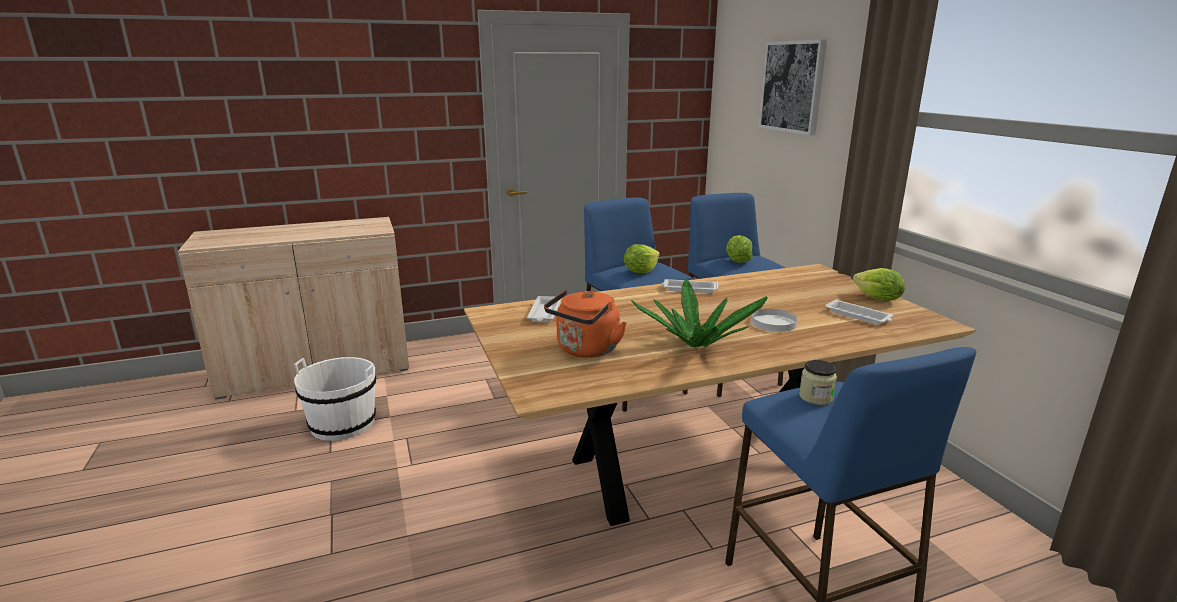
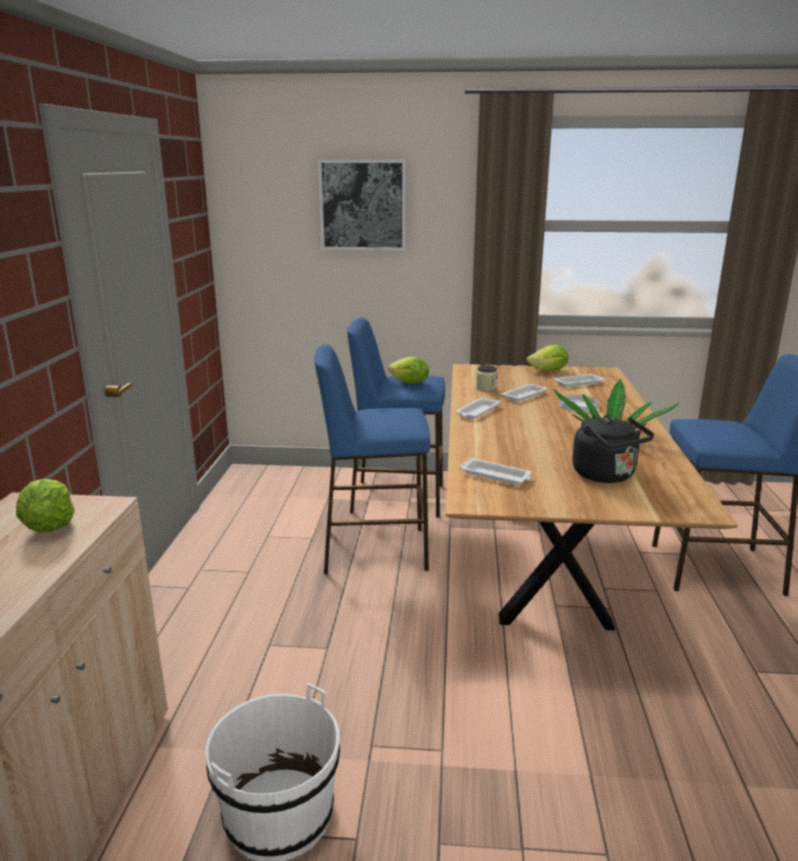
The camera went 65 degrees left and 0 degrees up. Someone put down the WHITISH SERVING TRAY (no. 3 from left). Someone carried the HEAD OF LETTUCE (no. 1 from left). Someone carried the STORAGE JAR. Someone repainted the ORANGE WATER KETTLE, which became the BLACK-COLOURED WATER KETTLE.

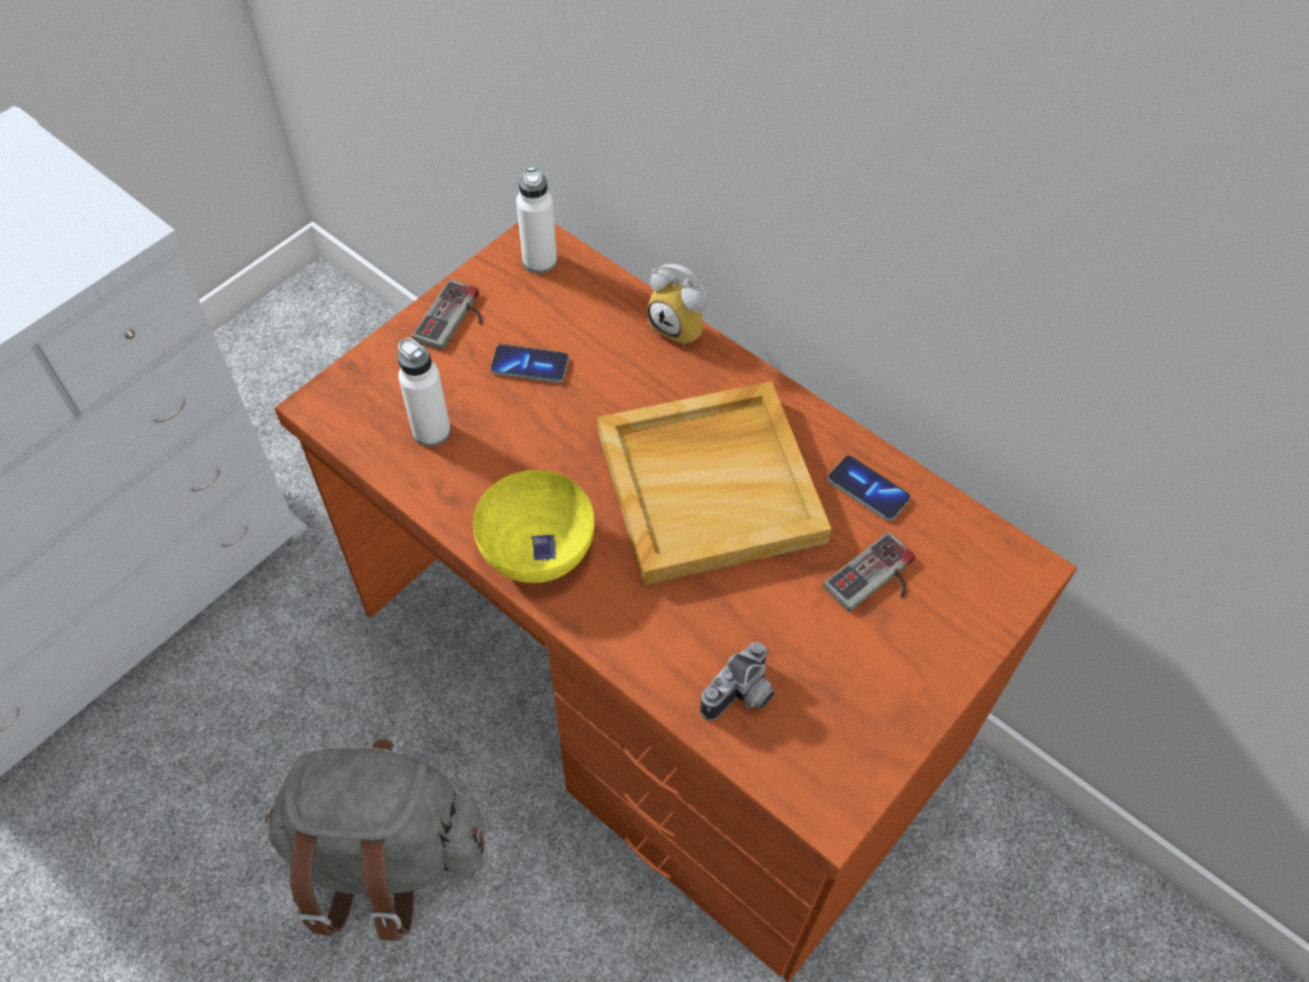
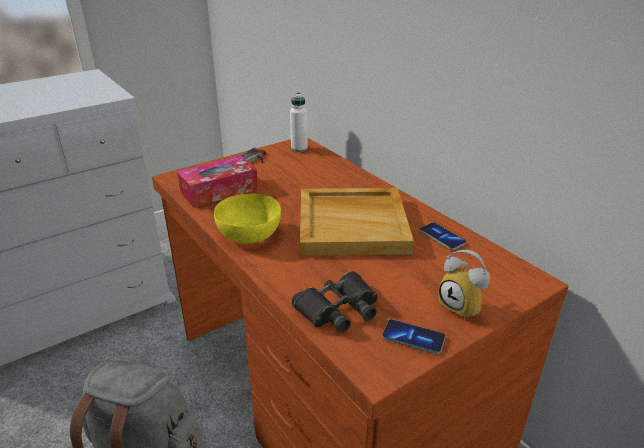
The camera went 15 degrees right and 25 degrees down. Someone took away the JOYPAD (no. 2 from left). Someone carried the TELEPHONE (no. 1 from left). Someone carried the BEDSIDE CLOCK. Someone swapped the WHITISH BOTTLE (no. 1 from left) for the TISSUE BOX. Someone swapped the PHOTO CAMERA for the BLACK-COLOURED BINOCULARS.

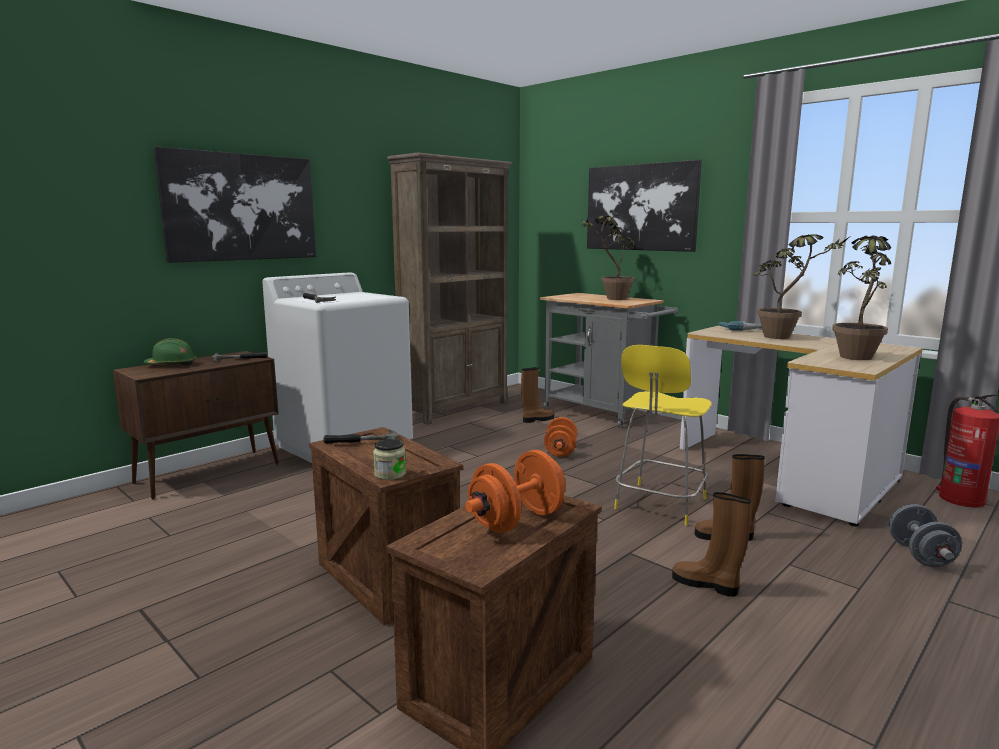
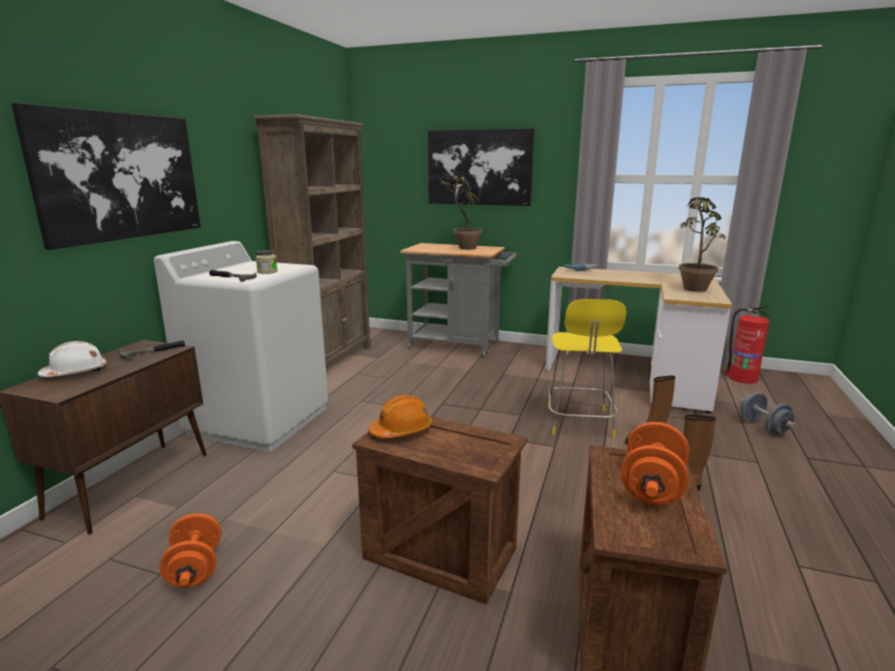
The camera went 25 degrees left and 5 degrees up. Someone took away the BROWNISH TALL BOOT (no. 1 from left). Someone took away the POTTED PLANT (no. 2 from left). Someone carried the STORAGE JAR. Someone carried the ORANGE DUMBBELL (no. 2 from left in the first image). Someone swapped the HAND HAMMER (no. 3 from left) for the ORANGE HARD HAT. Someone repainted the GREEN-COLOURED HARD HAT, which became the WHITISH HARD HAT.

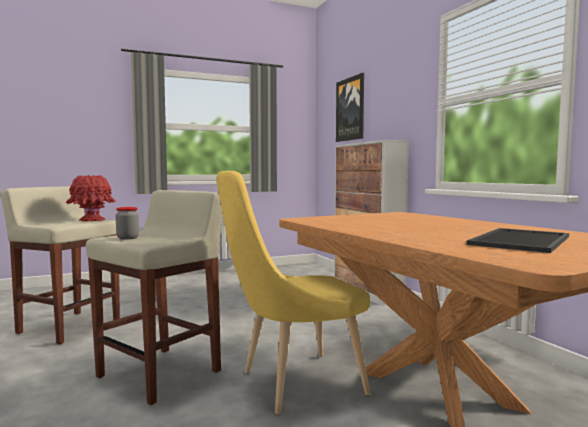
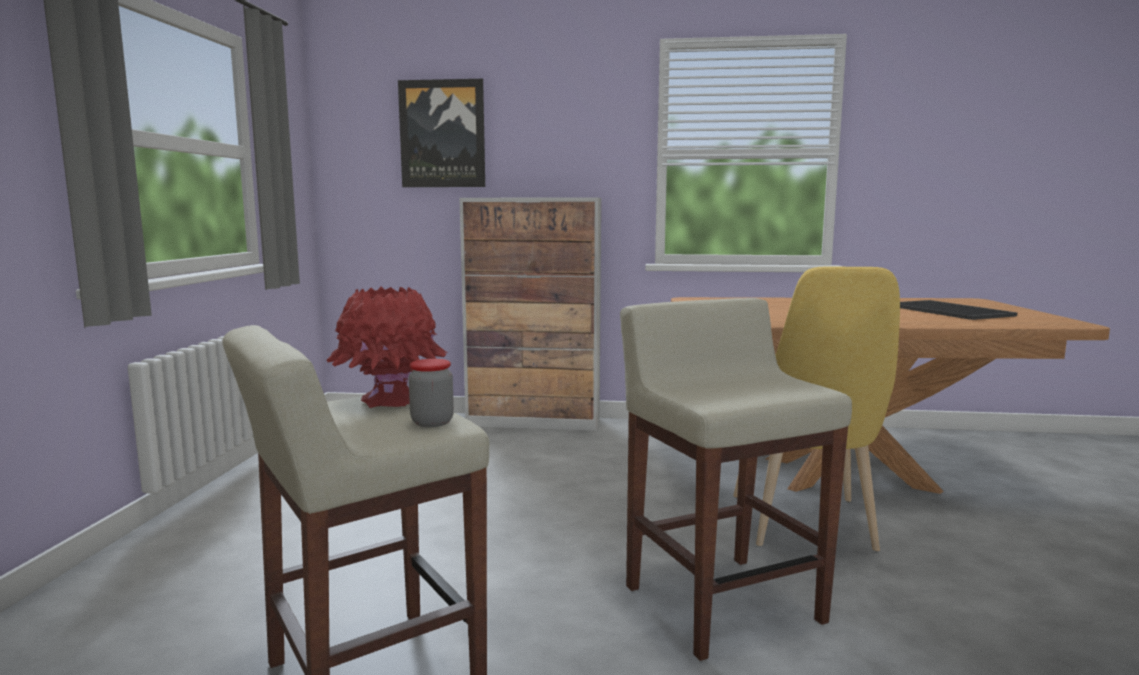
The camera went 60 degrees left and 5 degrees up. Someone carried the STORAGE JAR.

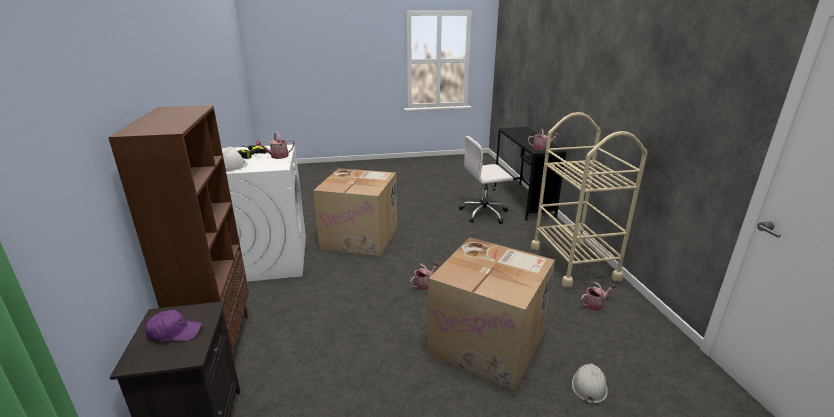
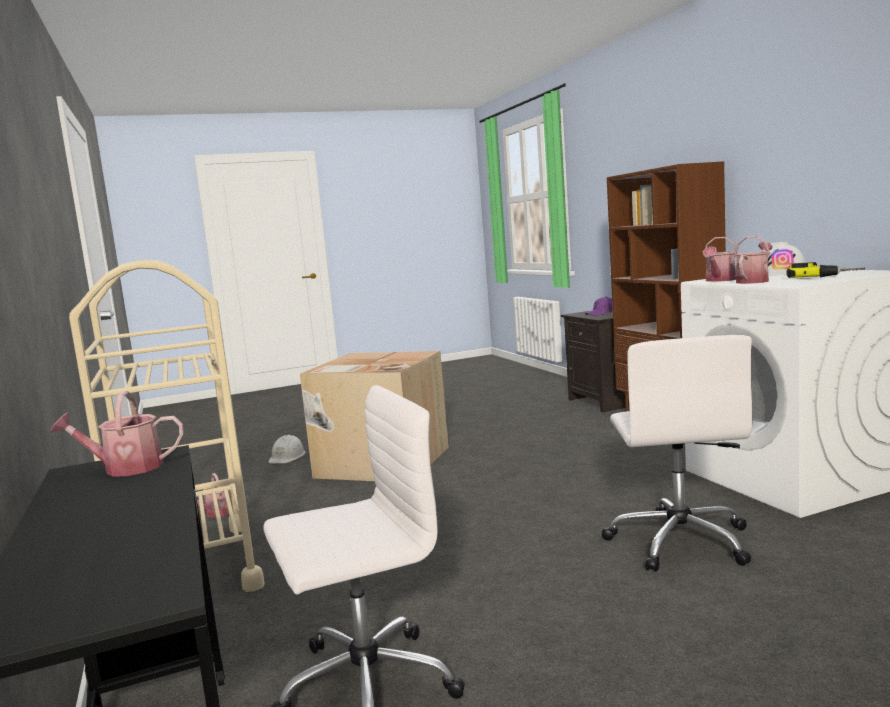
The camera went 170 degrees right and 15 degrees down. Someone carried the WATERING POT (no. 2 from left in the first image). Someone swapped the CARDBOARD BOX (no. 1 from left) for the WHITISH DESK CHAIR (no. 2 from left).

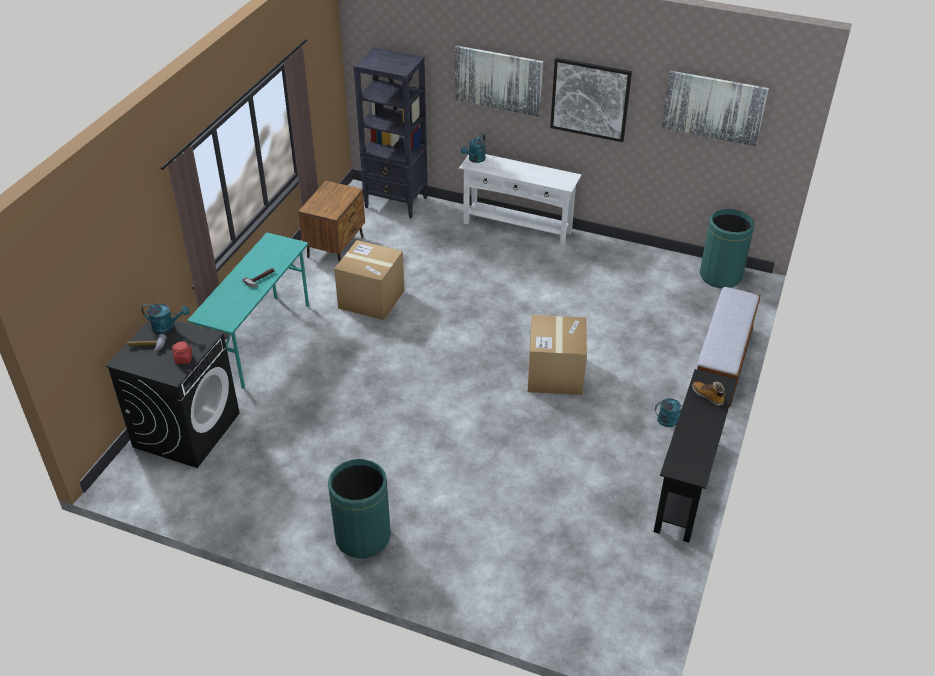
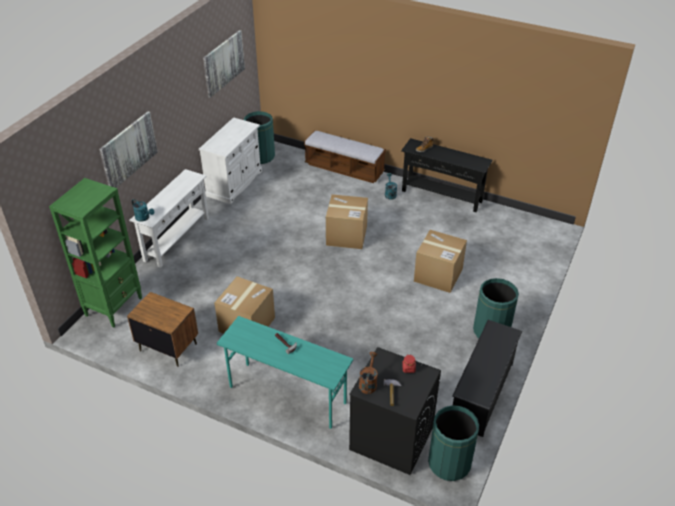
The camera went 85 degrees left and 0 degrees up. Someone took away the WALL PICTURE (no. 2 from left). Someone put down the WHITISH STORAGE CABINET. Someone put down the CARDBOARD BOX (no. 3 from left). Someone put down the GREEN-COLOURED WASTE BIN (no. 2 from left). Someone put down the BLACK-COLOURED SHOE RACK. Someone repainted the BLUE-GREEN WATERING POT (no. 1 from left), which became the BROWNISH WATERING POT. Someone repainted the BLACK-COLOURED BOOKCASE, which became the GREEN-COLOURED BOOKCASE.

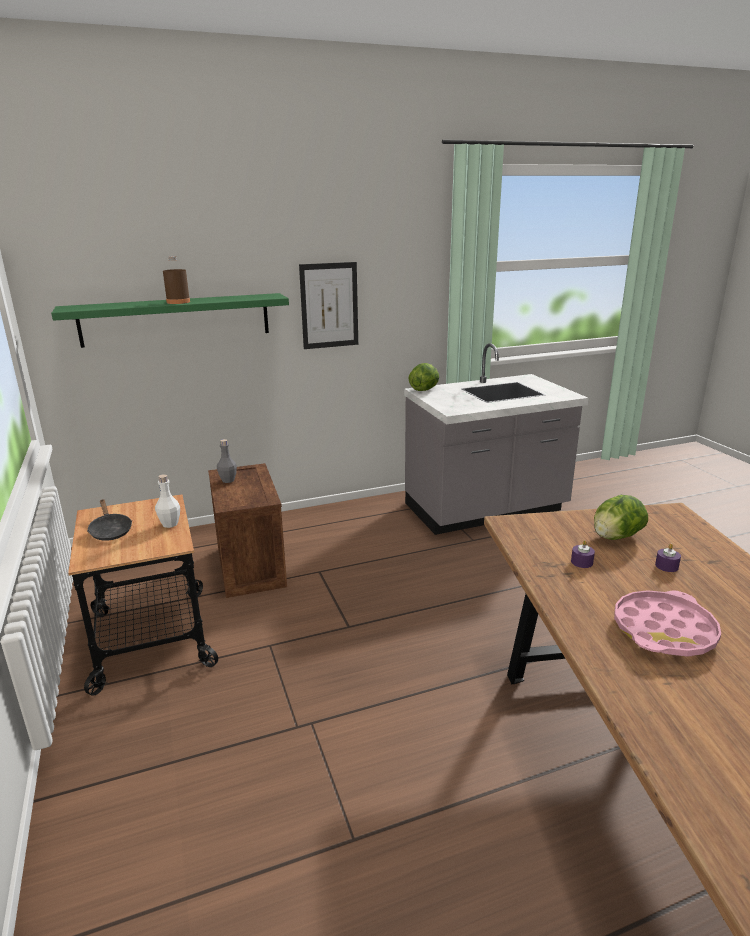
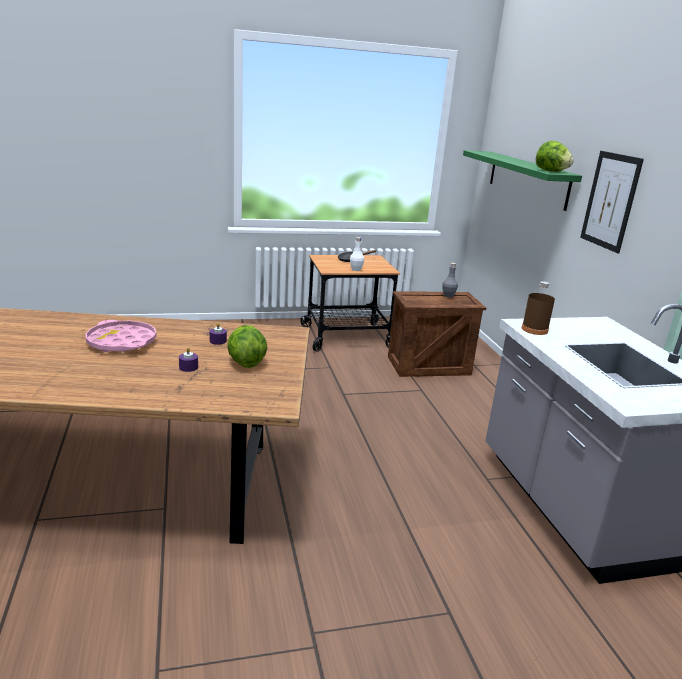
The camera went 95 degrees right and 0 degrees up. Someone carried the BROWNISH BOTTLE. Someone carried the HEAD OF LETTUCE (no. 1 from left in the first image).

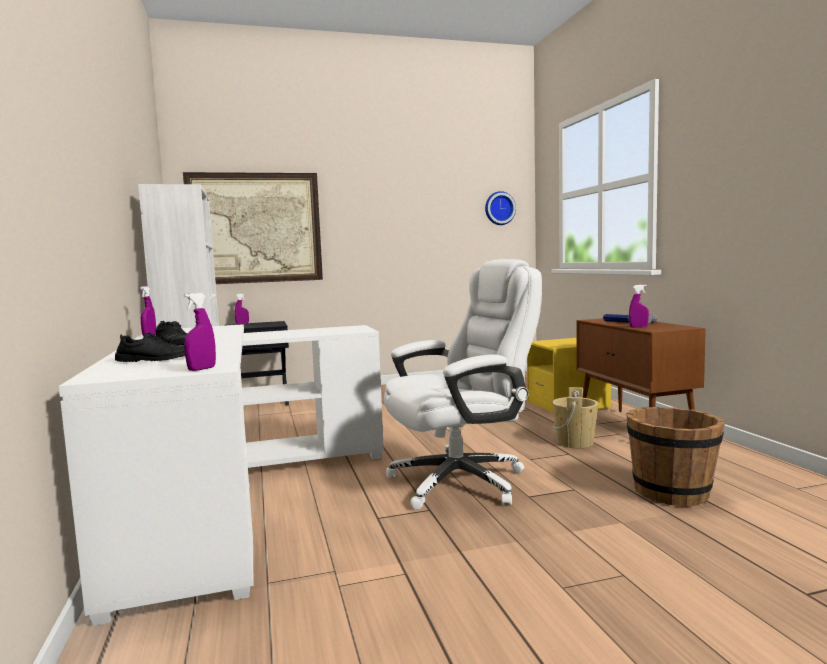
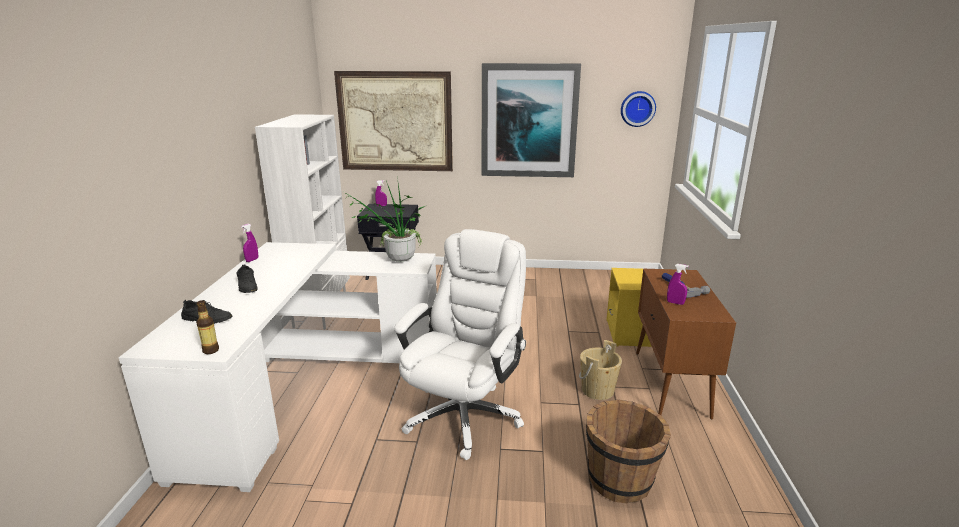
The camera went 20 degrees right and 15 degrees up. Someone put down the POTTED PLANT. Someone put up the WALL PICTURE (no. 2 from left). Someone swapped the PURPLE-COLOURED SPRAYER (no. 2 from left) for the BOTTLE. Someone rotated the WHITISH DESK CHAIR by 60 degrees counterclockwise.

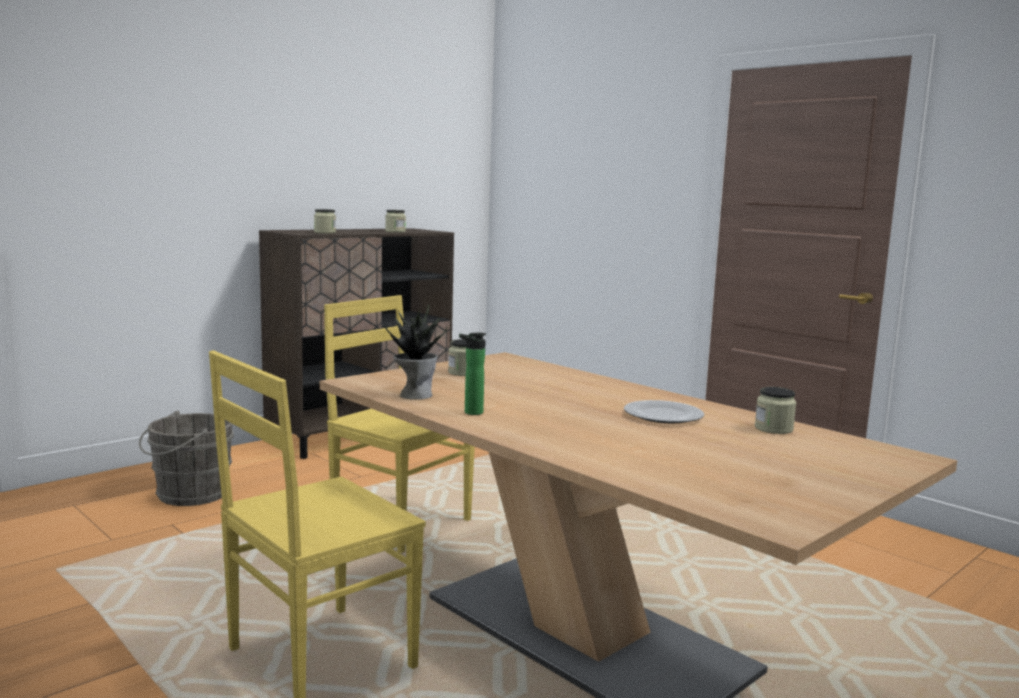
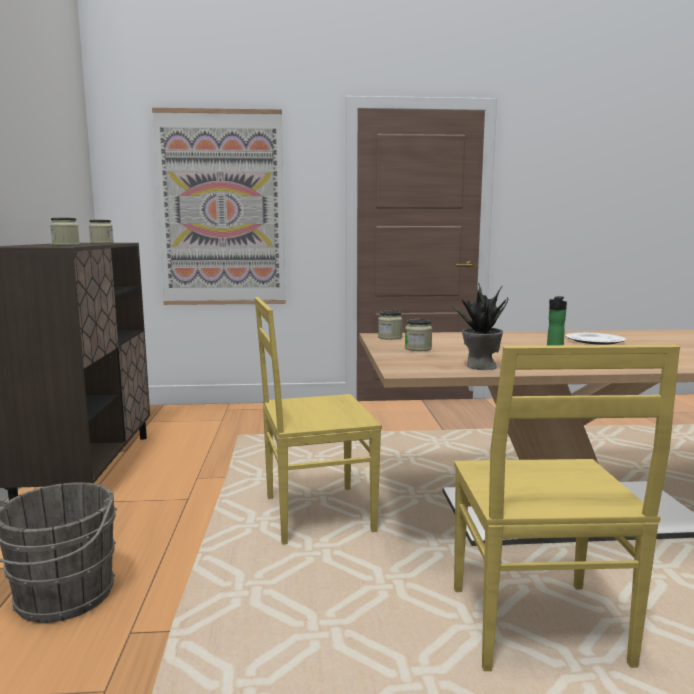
The camera went 50 degrees left and 0 degrees up. Someone put up the WALL PICTURE. Someone carried the STORAGE JAR (no. 4 from left in the first image).

